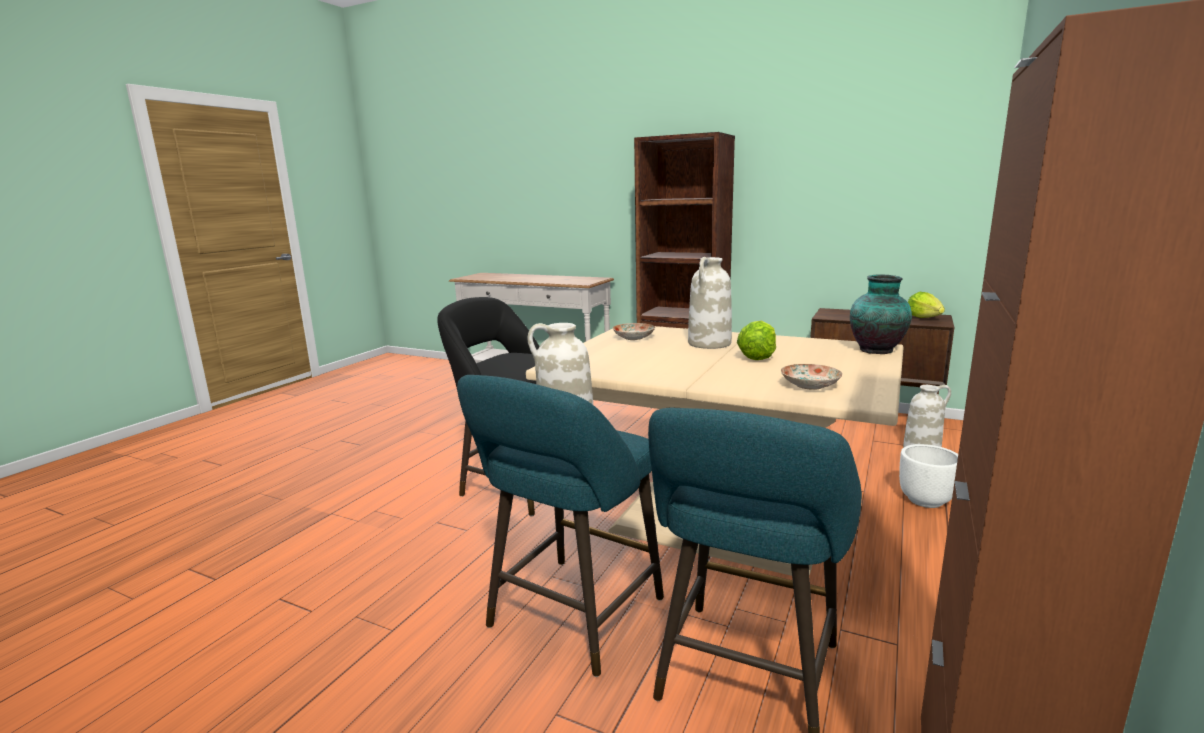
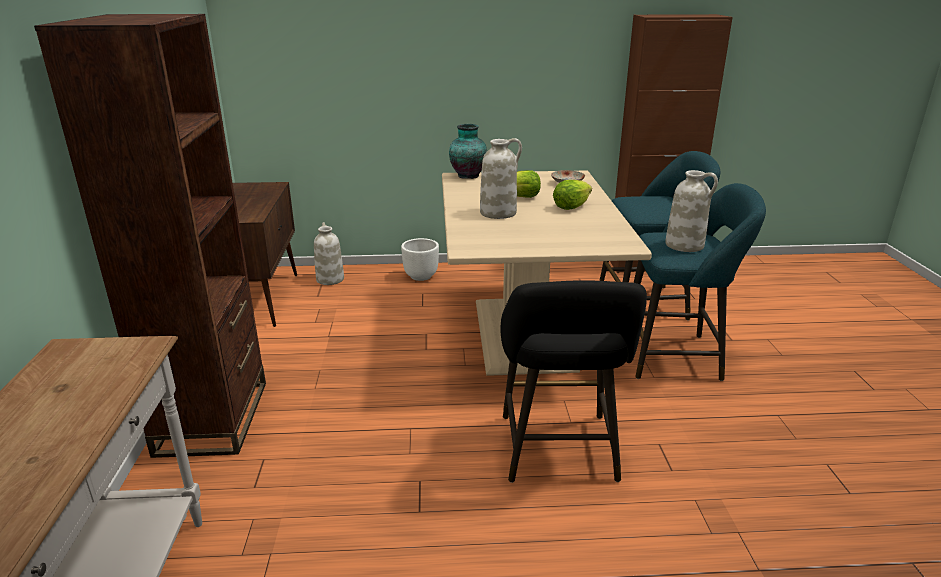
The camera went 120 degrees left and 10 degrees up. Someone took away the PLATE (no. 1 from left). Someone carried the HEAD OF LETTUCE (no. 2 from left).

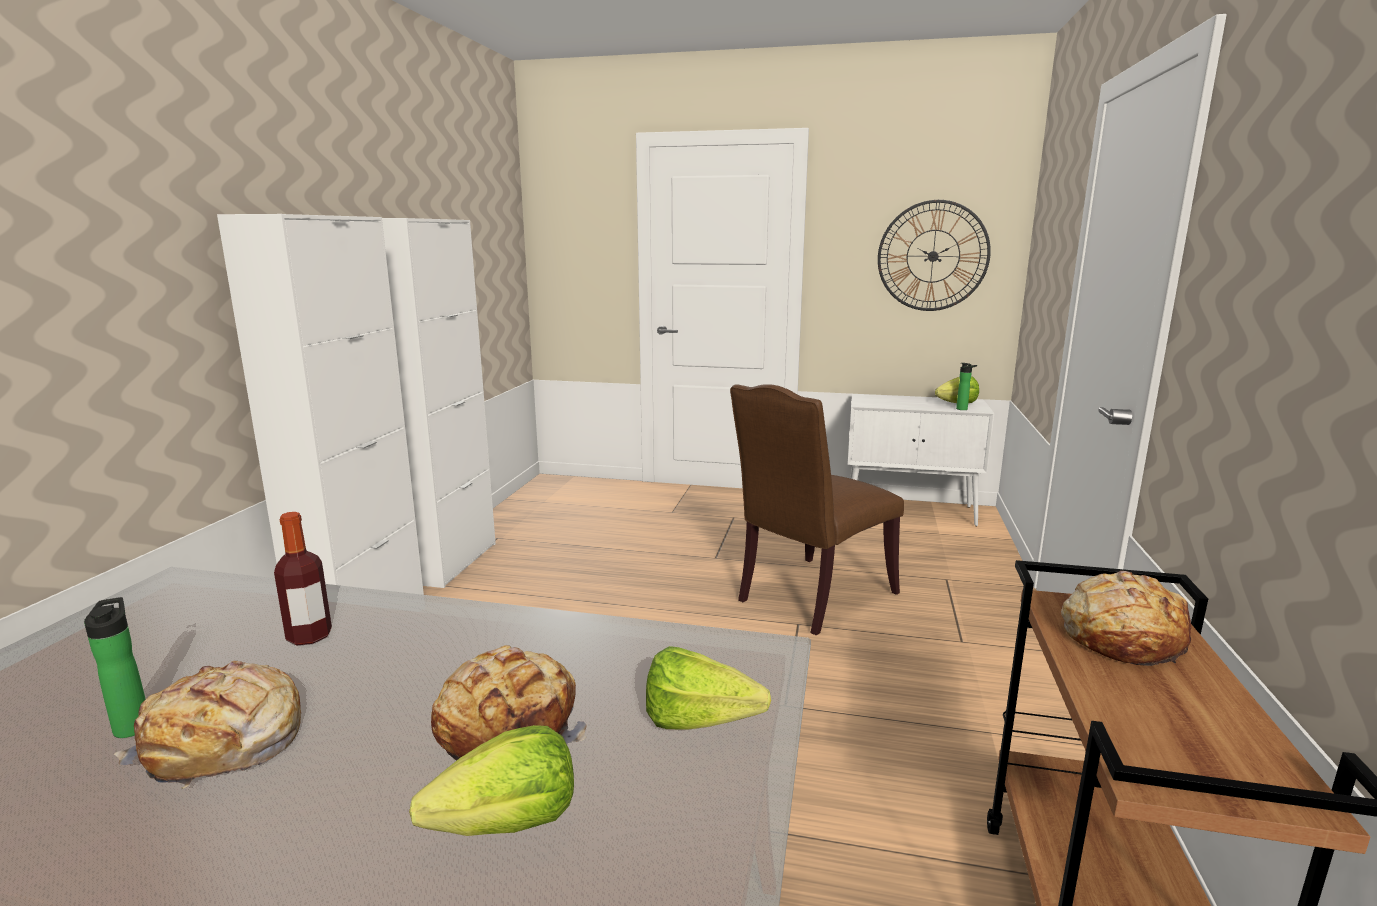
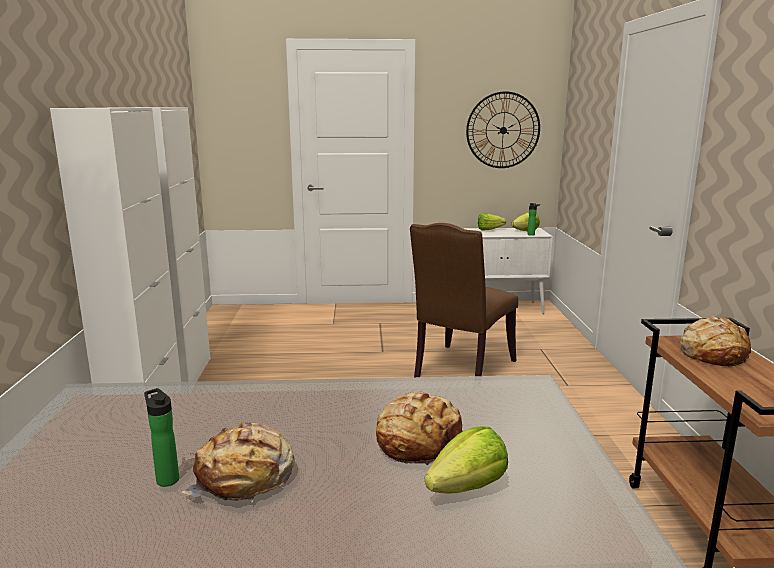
The camera went 15 degrees left and 0 degrees up. Someone took away the BOTTLE (no. 2 from left). Someone carried the HEAD OF LETTUCE (no. 2 from left).

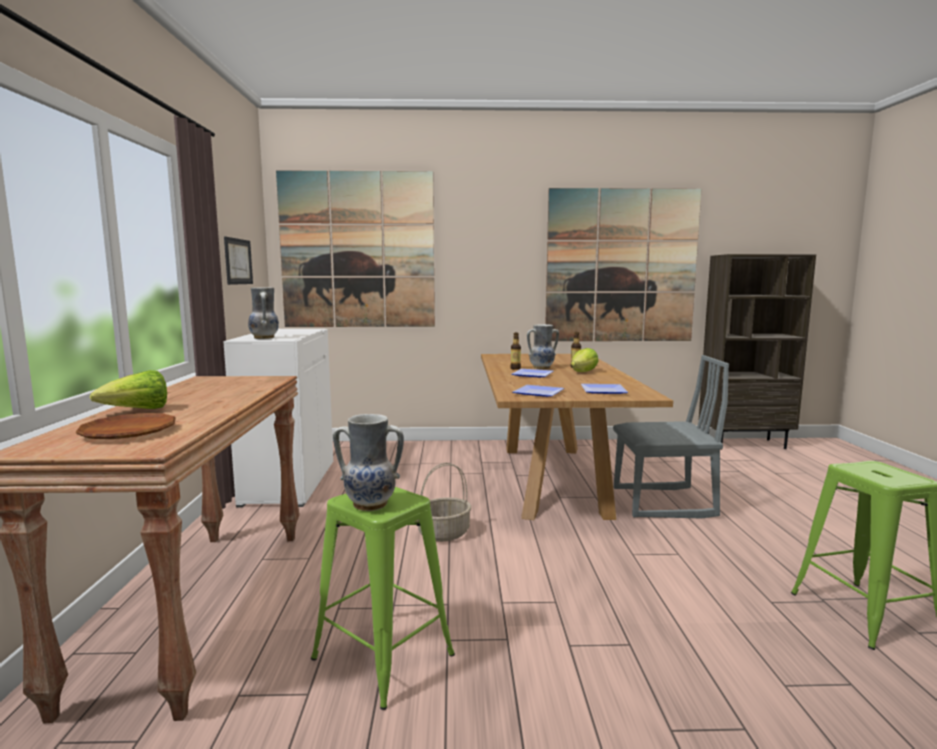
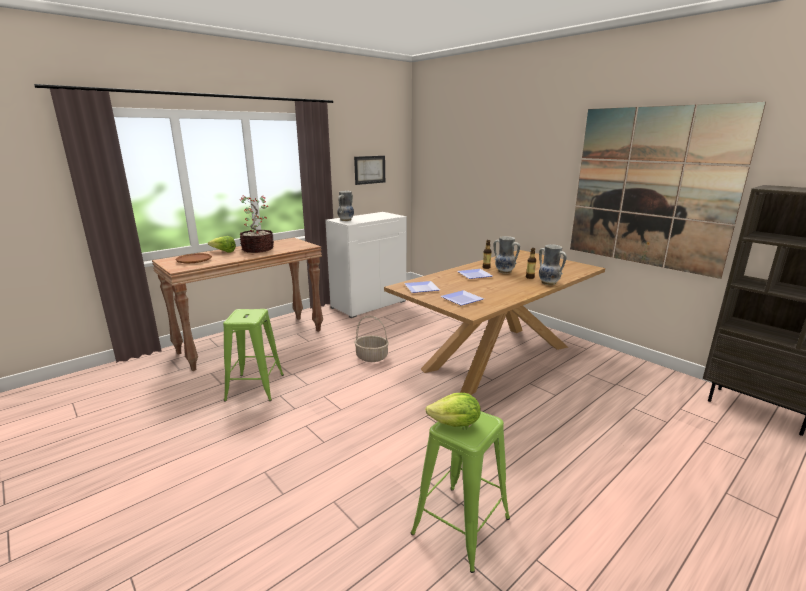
The camera went 50 degrees right and 10 degrees up. Someone took away the WALL PICTURE (no. 2 from left). Someone took away the GRAY UPRIGHT CHAIR. Someone put down the POTTED PLANT. Someone carried the VASE (no. 2 from left in the first image). Someone carried the HEAD OF LETTUCE (no. 2 from left).

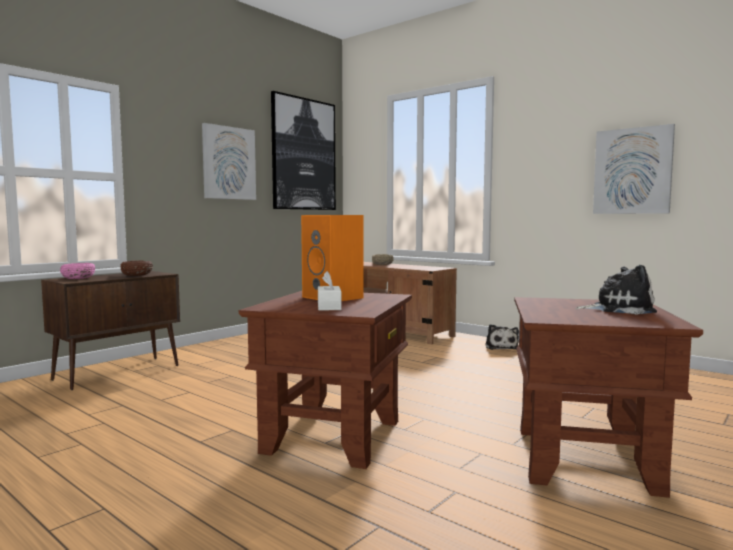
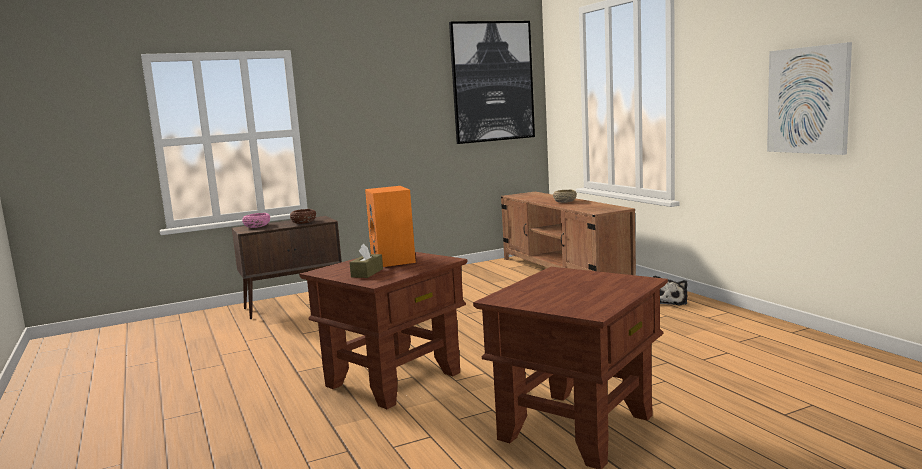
The camera went 25 degrees right and 5 degrees up. Someone took away the WALL PICTURE (no. 1 from left). Someone took away the PLUSH TOY (no. 2 from left). Someone repainted the WHITISH TISSUE BOX, which became the BROWNISH TISSUE BOX.

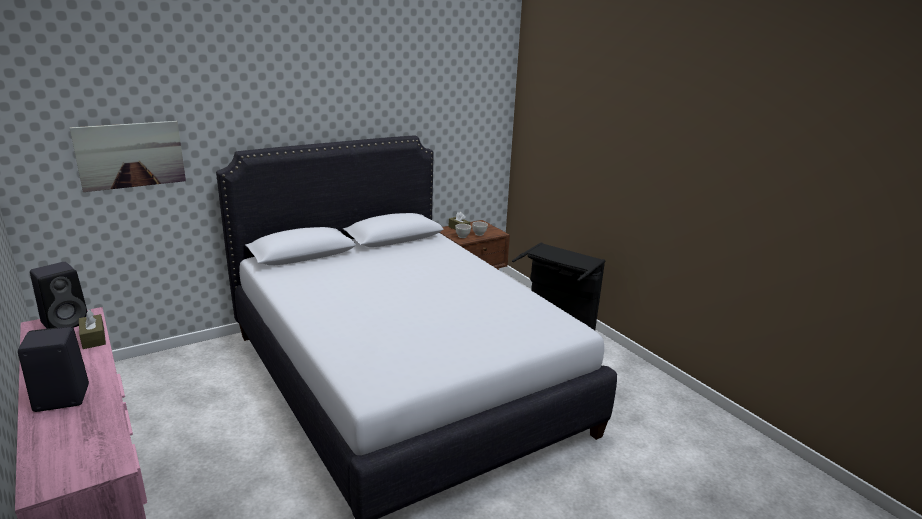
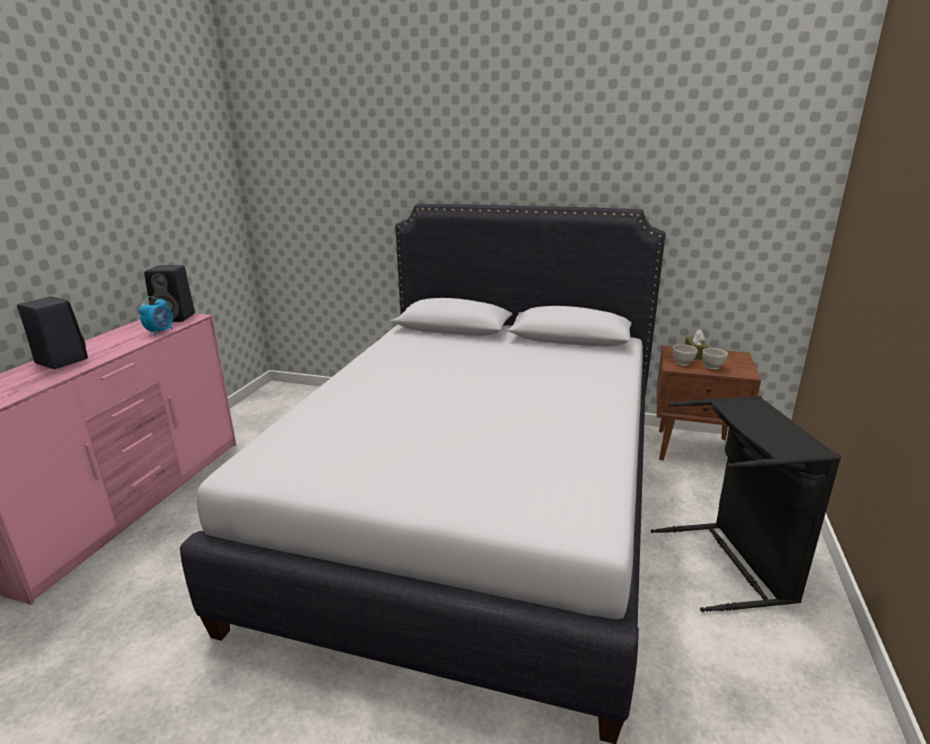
The camera went 50 degrees right and 0 degrees up. Someone took away the WALL PICTURE. Someone swapped the BROWNISH TISSUE BOX (no. 1 from left) for the BEDSIDE CLOCK.

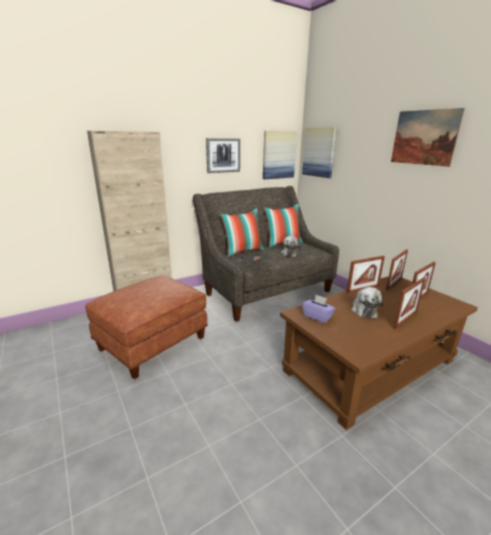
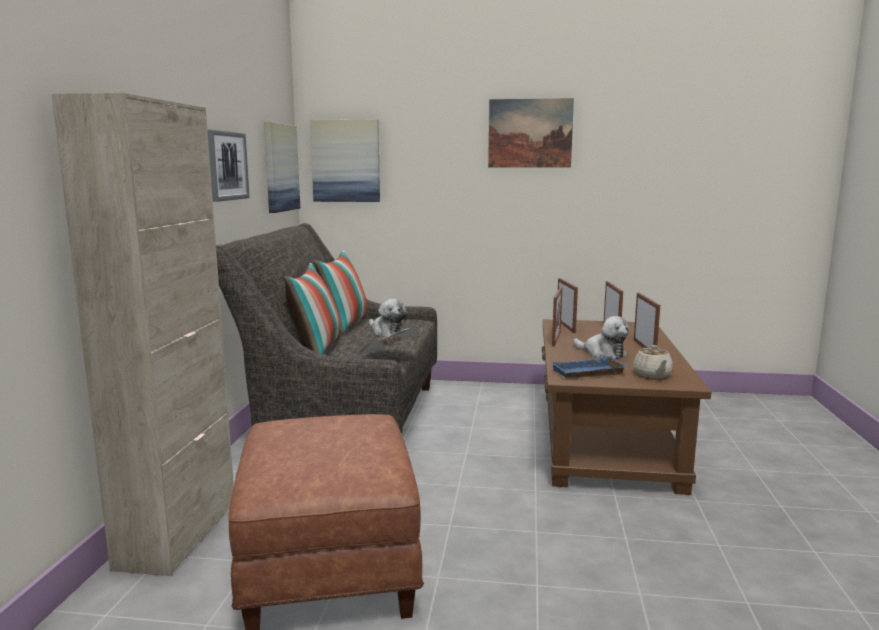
The camera went 50 degrees left and 10 degrees down. Someone put down the SAND-COLOURED TEAPOT. Someone swapped the PURPLE-COLOURED TISSUE BOX for the BLUISH SERVING TRAY.

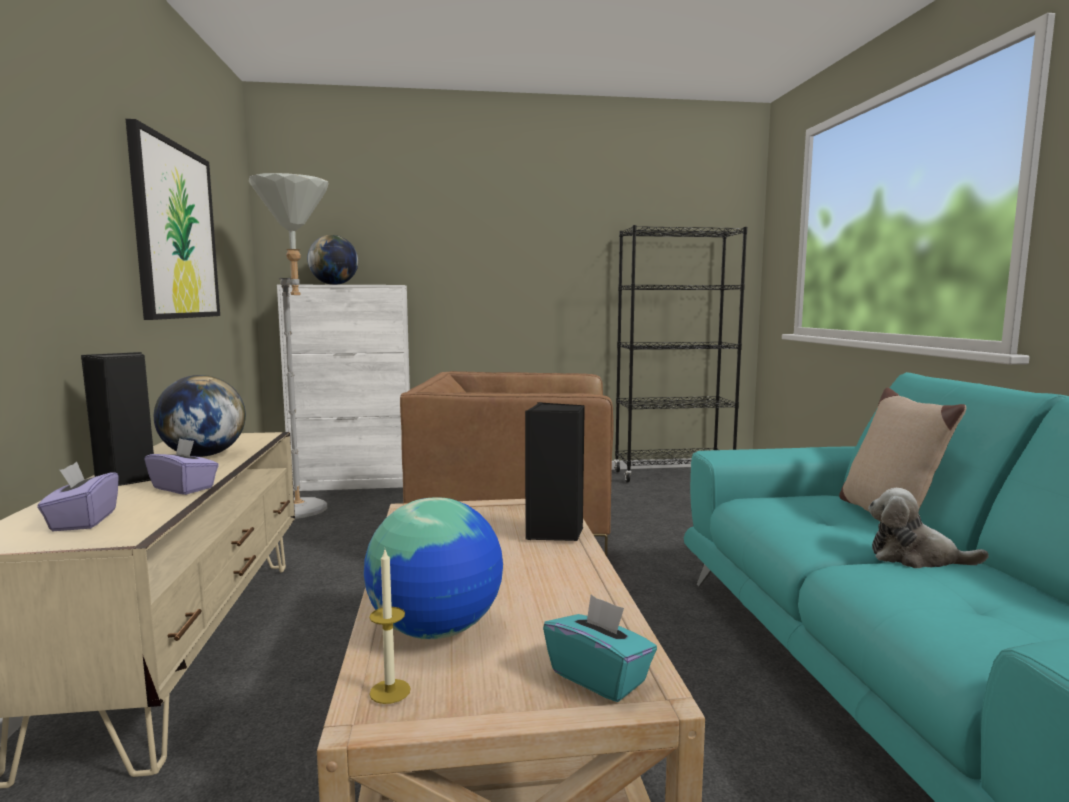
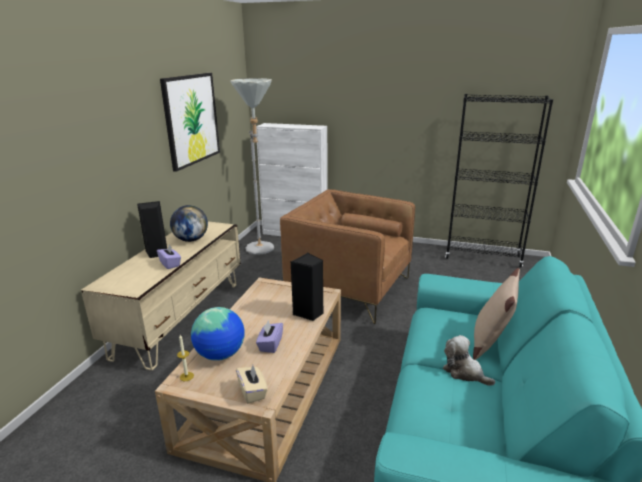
The camera went 25 degrees right and 15 degrees up. Someone took away the DESK GLOBE (no. 2 from left). Someone carried the PURPLE-COLOURED TISSUE BOX (no. 1 from left in the first image). Someone repainted the BLUE-GREEN TISSUE BOX, which became the SAND-COLOURED TISSUE BOX.

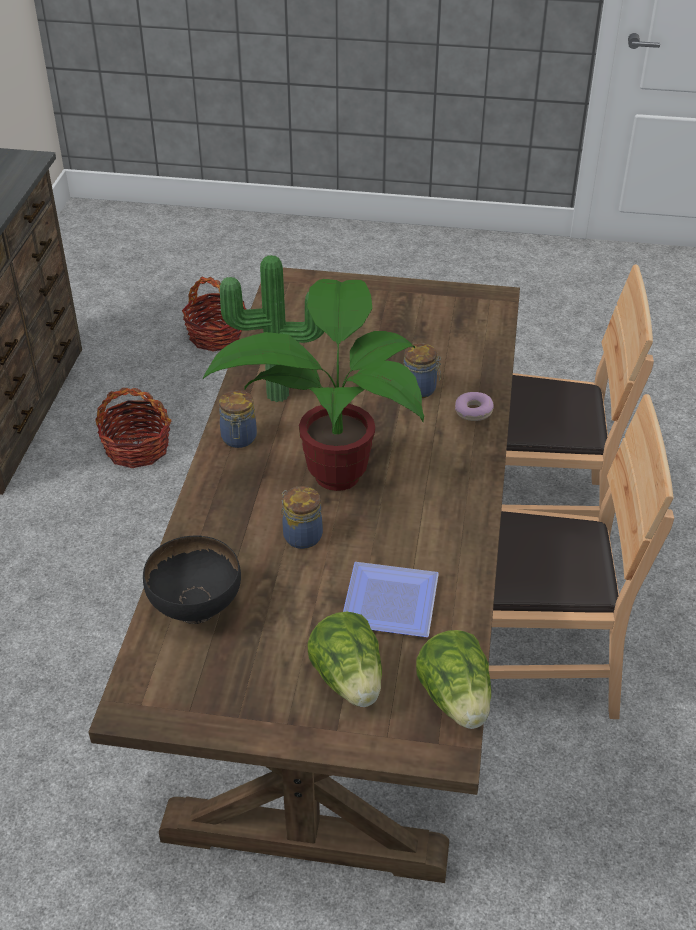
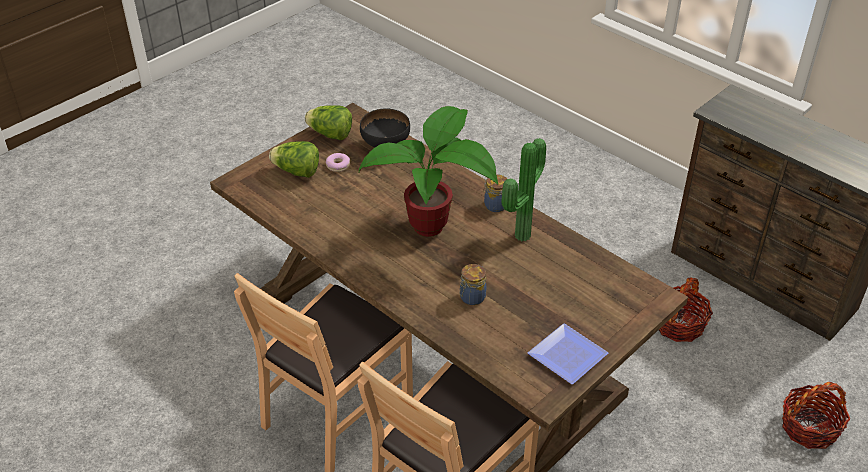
The camera went 125 degrees right and 0 degrees up. Someone took away the STORAGE JAR (no. 2 from left). Someone carried the PLATE. Someone carried the HEAD OF LETTUCE (no. 2 from left). Someone carried the RING DOUGHNUT.

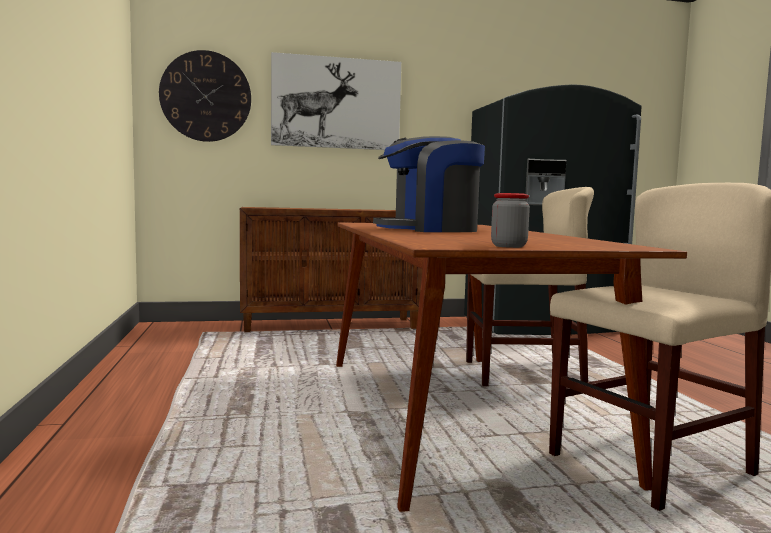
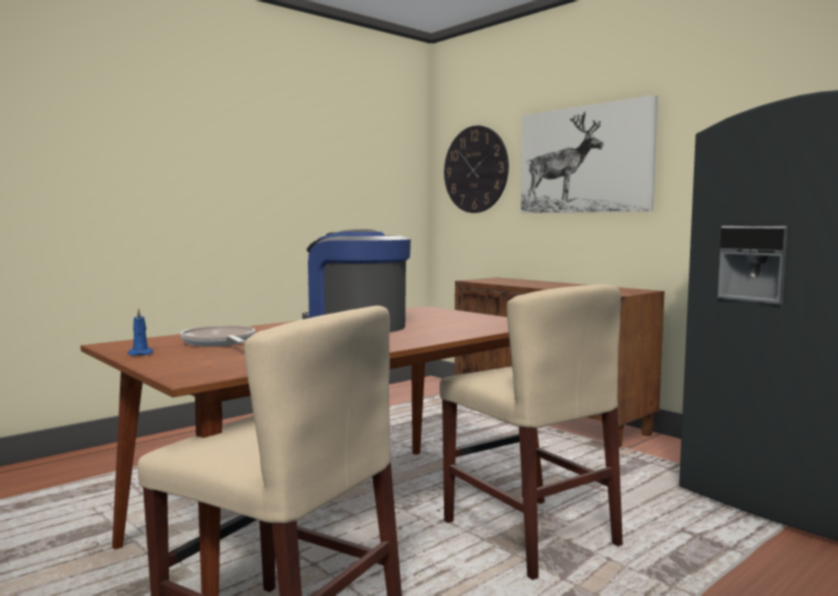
The camera went 60 degrees right and 0 degrees up. Someone put down the FRYING PAN. Someone swapped the STORAGE JAR for the BLUISH WAX LIGHT.

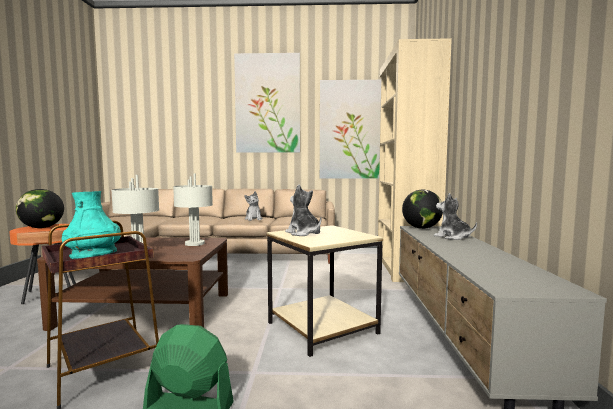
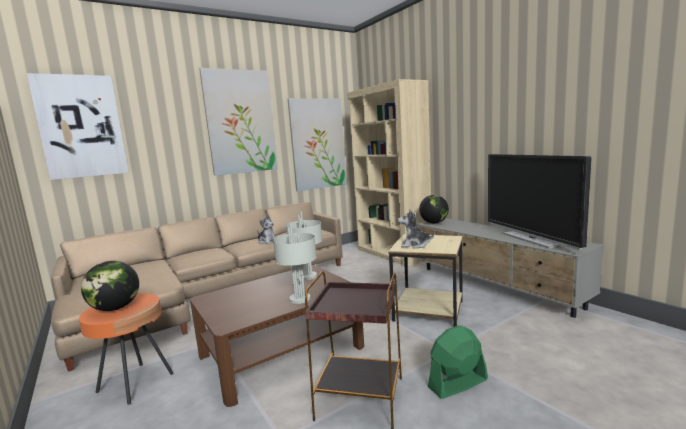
The camera went 35 degrees left and 5 degrees up. Someone took away the BLUE-GREEN VASE. Someone took away the PLUSH TOY (no. 3 from left). Someone put up the WALL PICTURE (no. 1 from left). Someone put down the TELEVISION.

